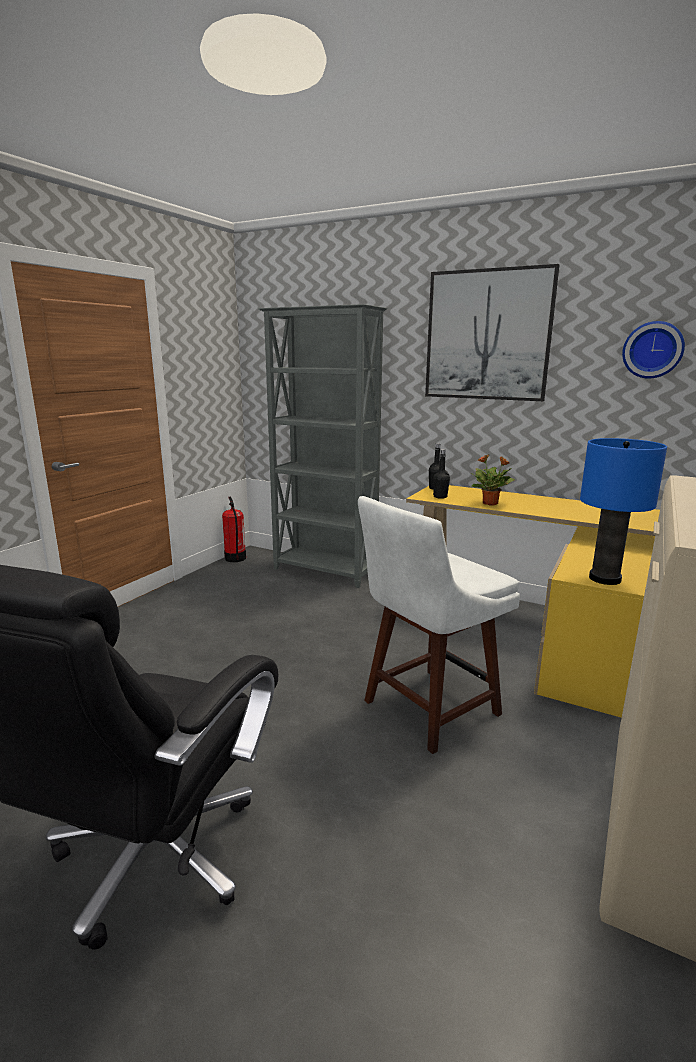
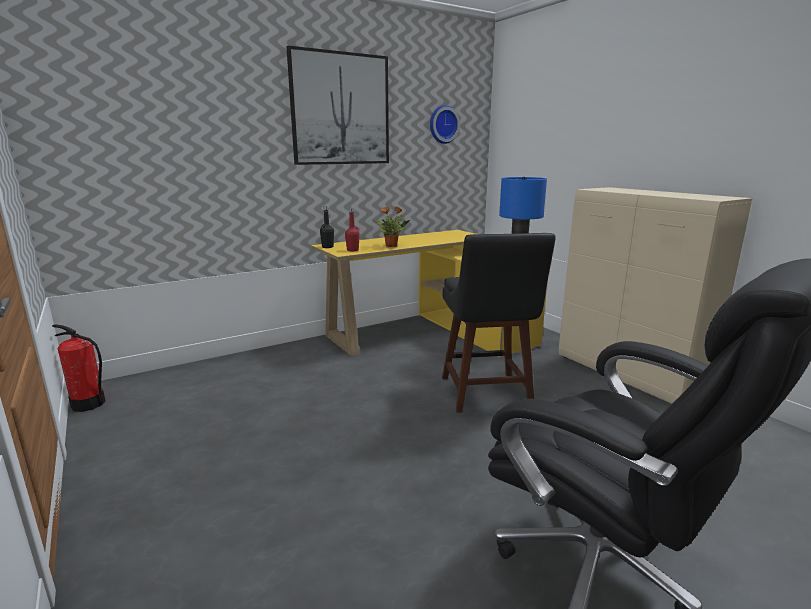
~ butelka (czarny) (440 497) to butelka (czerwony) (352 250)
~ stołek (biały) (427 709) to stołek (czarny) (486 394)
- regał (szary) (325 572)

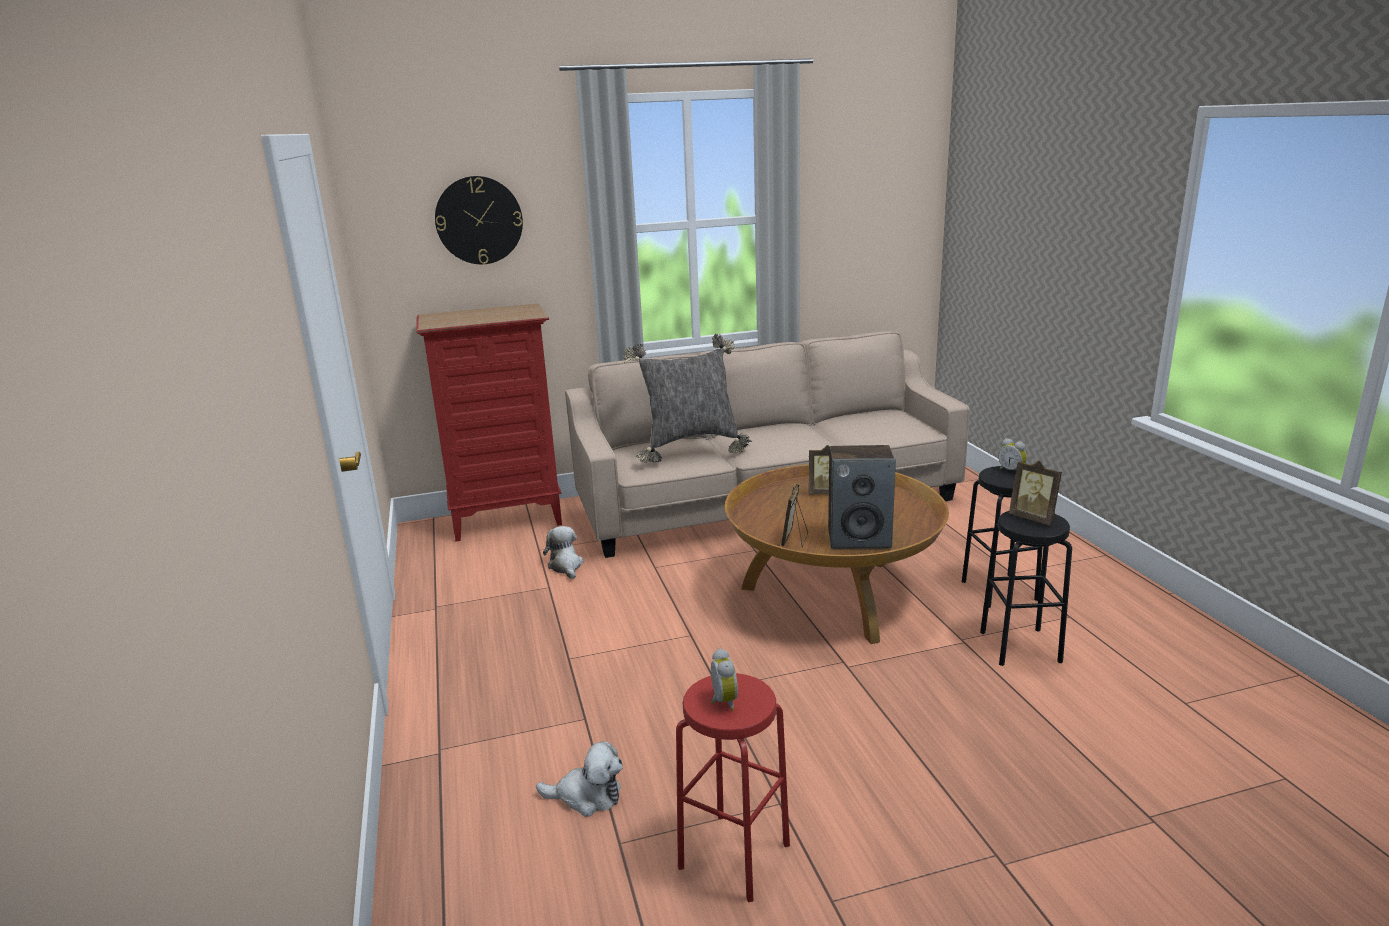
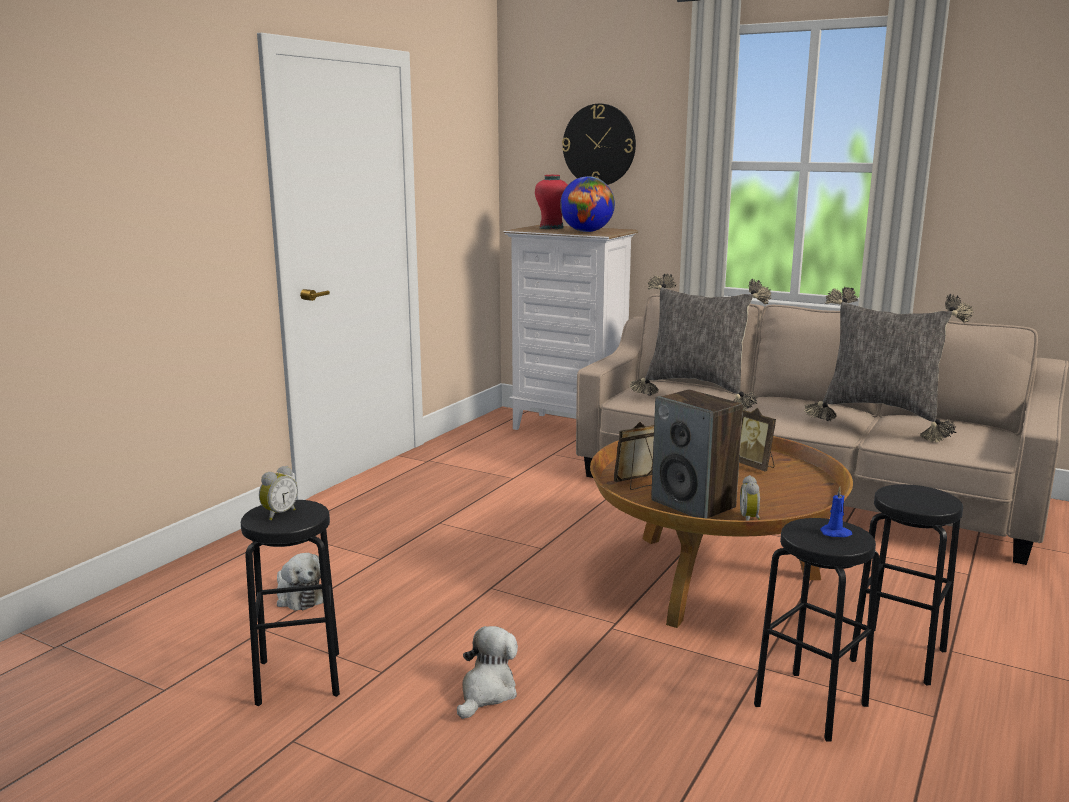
~ stołek (czerwony) (734 855) to stołek (czarny) (299 677)
~ pluszak (566 566) to (487 692)
~ komoda (czerwony) (509 521) to komoda (biały) (570 429)
+ wazon (czerwony) (551 228)
+ globus (586 231)
~ budzik (1011 471) to (750 519)
+ poduszka (880 427)
~ ramka na zdjęcie (1034 518) to świeca (niebieski) (836 533)

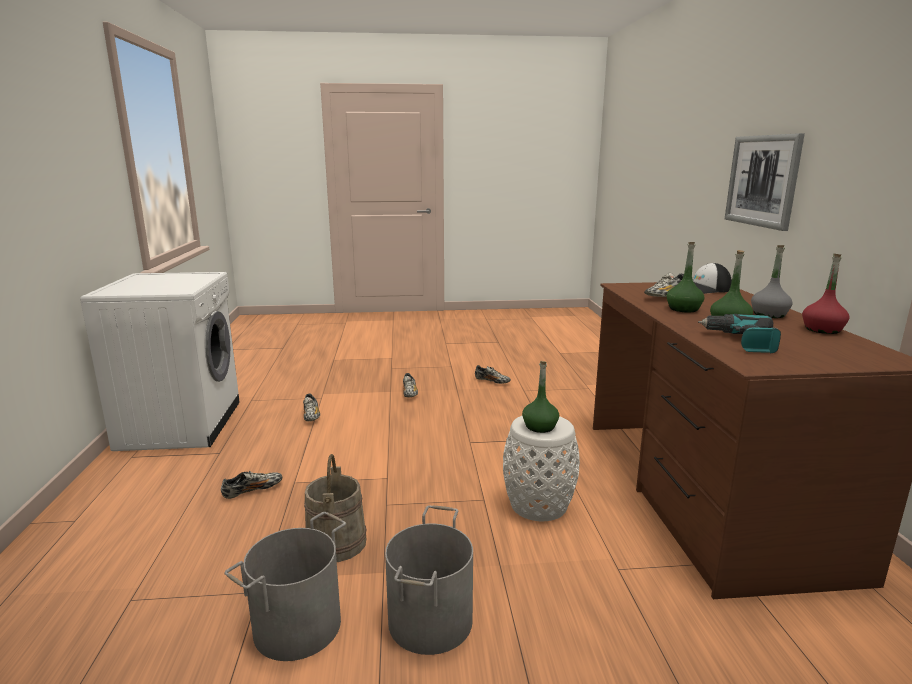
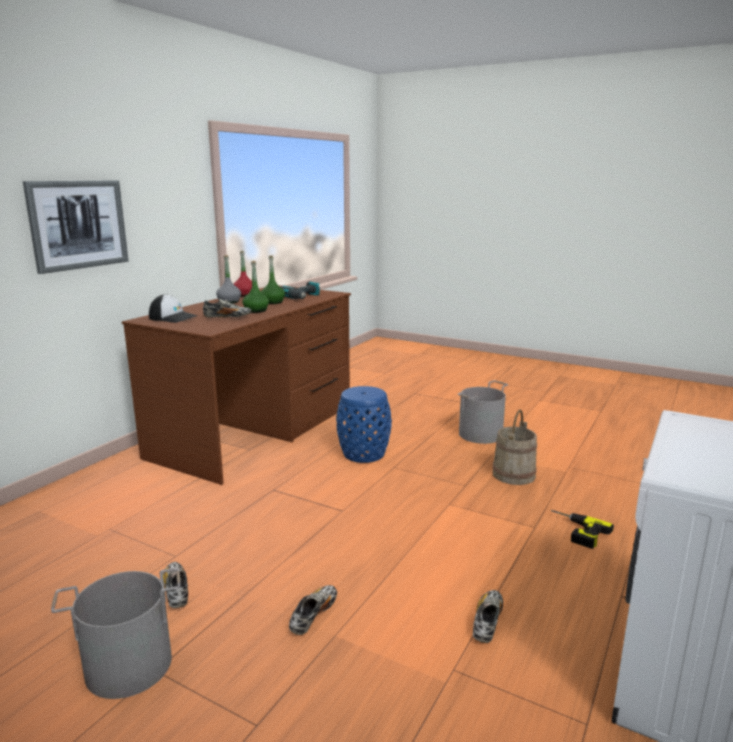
~ wiadro (szary) (296 625) to (129 666)
~ stołek (biały) (538 505) to stołek (niebieski) (363 454)
~ but (253 491) to wiertarka (575 531)
- butelka (zielony) (540 426)

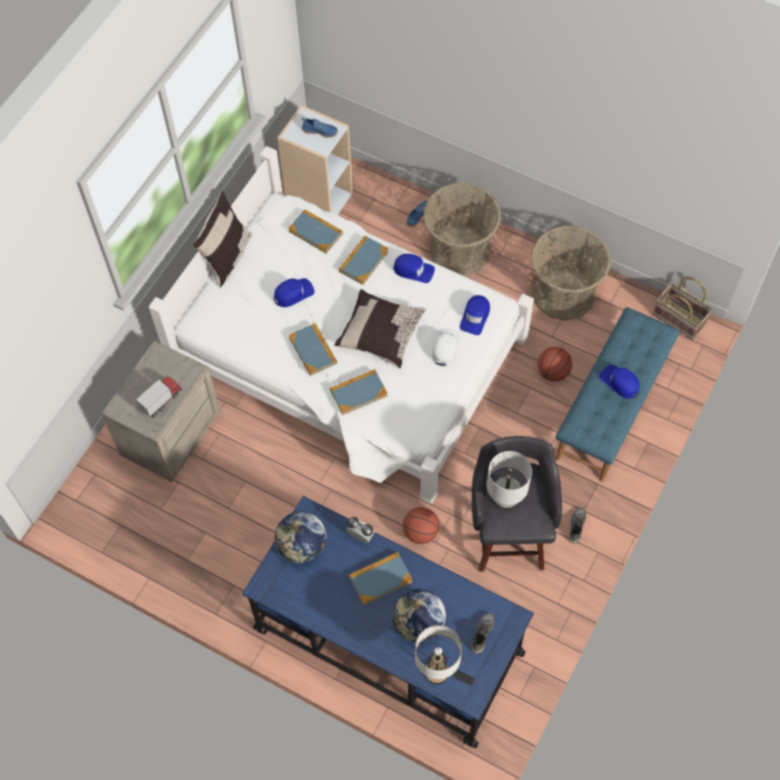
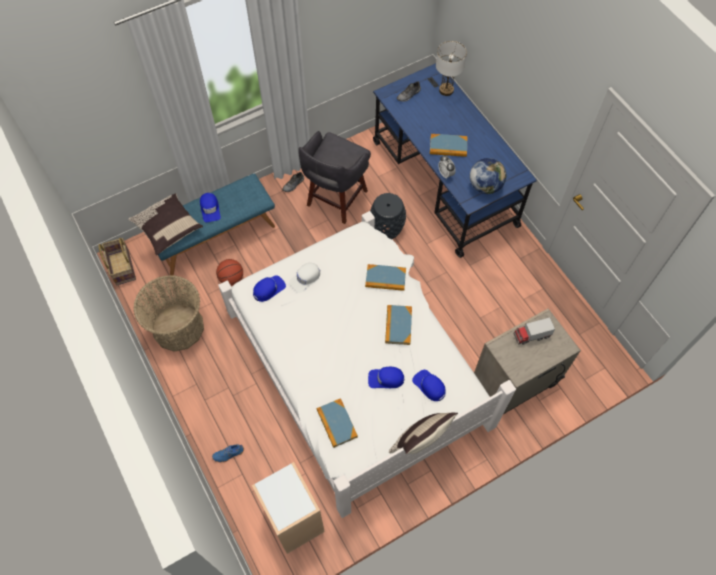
~ poduszka (380 334) to (167 228)
~ piłka do koszykówki (420 532) to stołek (czarny) (386 228)
~ czapka z daszkiem (niebieski) (413 270) to (429 386)
- but (niebieski) (320 131)
- książka (363 261)
- globus (418 624)
- koszyk (459 250)
- lampa stołowa (biały) (505 499)

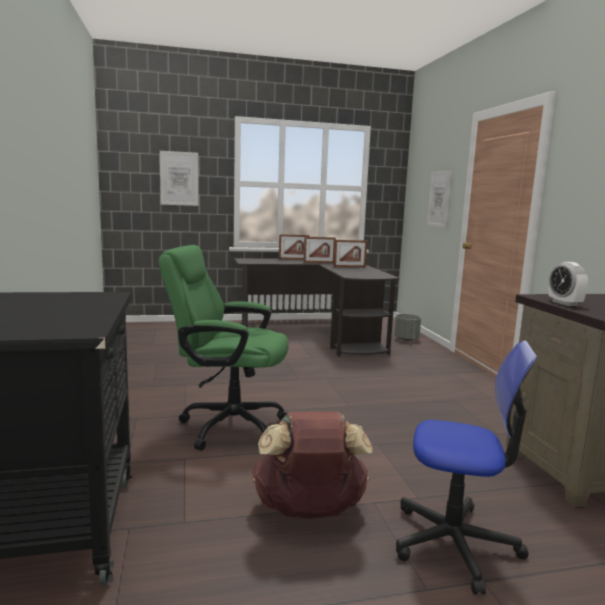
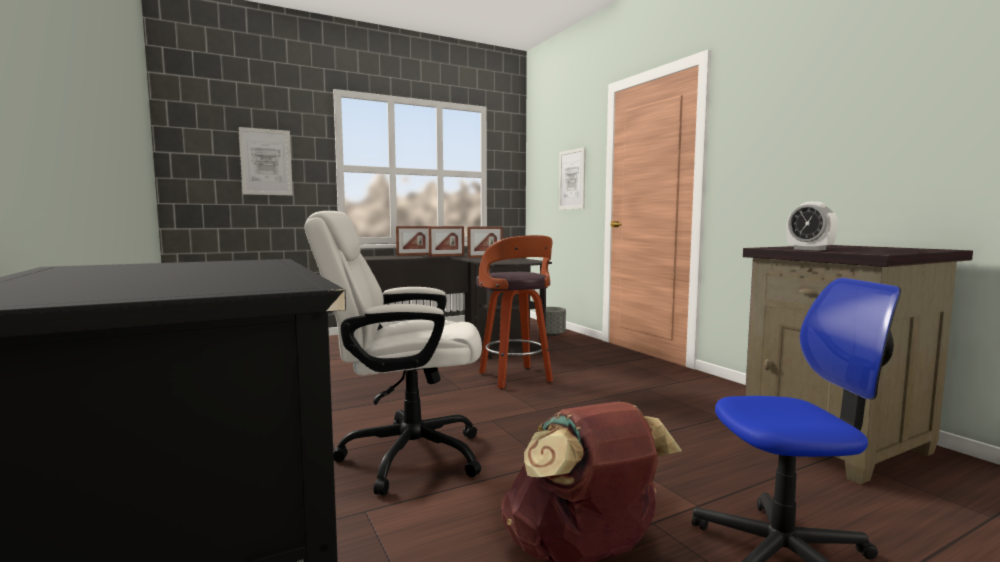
~ krzesło biurowe (zielony) (227 427) to krzesło biurowe (biały) (404 457)
+ stołek (516 378)

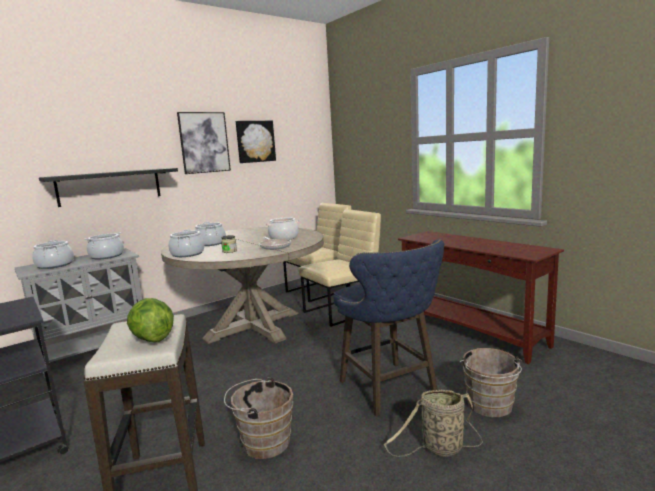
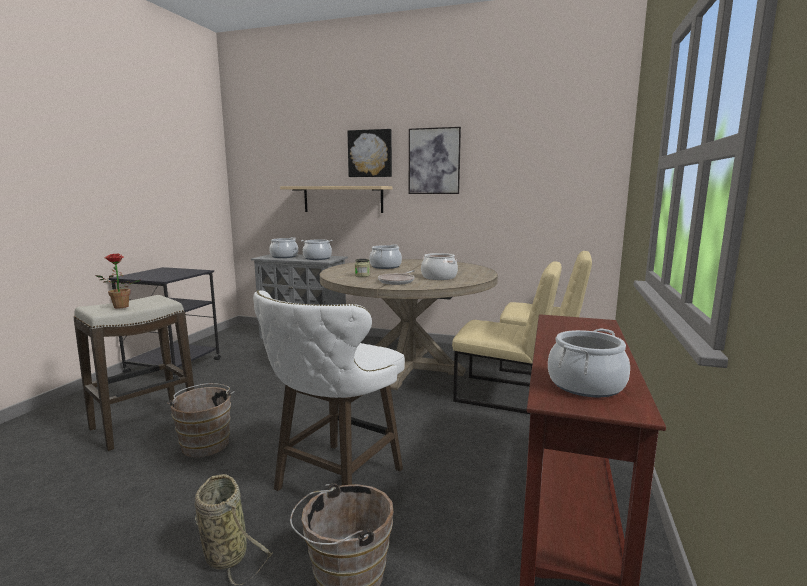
~ sałata (151 339) to roślina doniczkowa (119 307)
~ stołek (niebieski) (390 390) to stołek (biały) (335 482)
~ półka (czarny) (110 186) to półka (beżowy) (343 199)
~ obraz (255 141) to (370 153)
~ garnek (188 254) to (586 385)

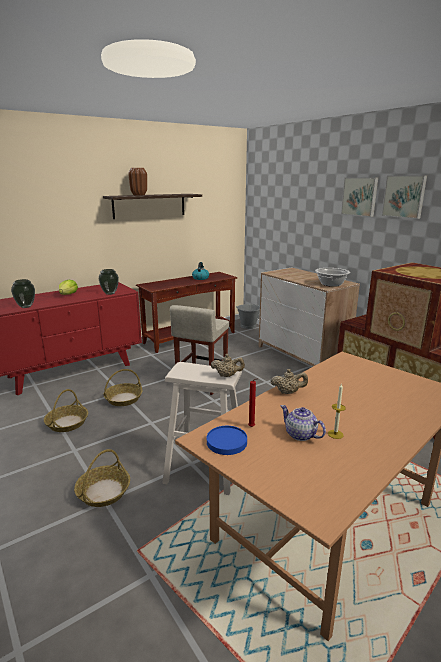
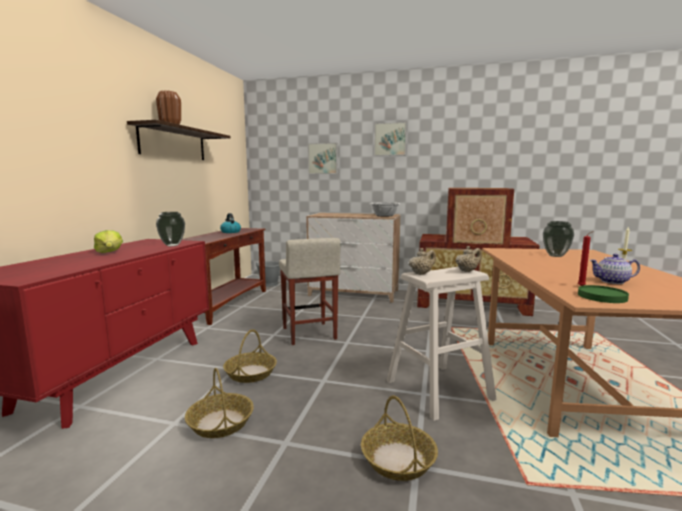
~ obraz (404 196) to (323 158)
~ imbryk (beżowy) (288 392) to (421 273)
~ wazon (25 307) to (556 256)
~ talerz (niebieski) (226 442) to talerz (zielony) (602 297)

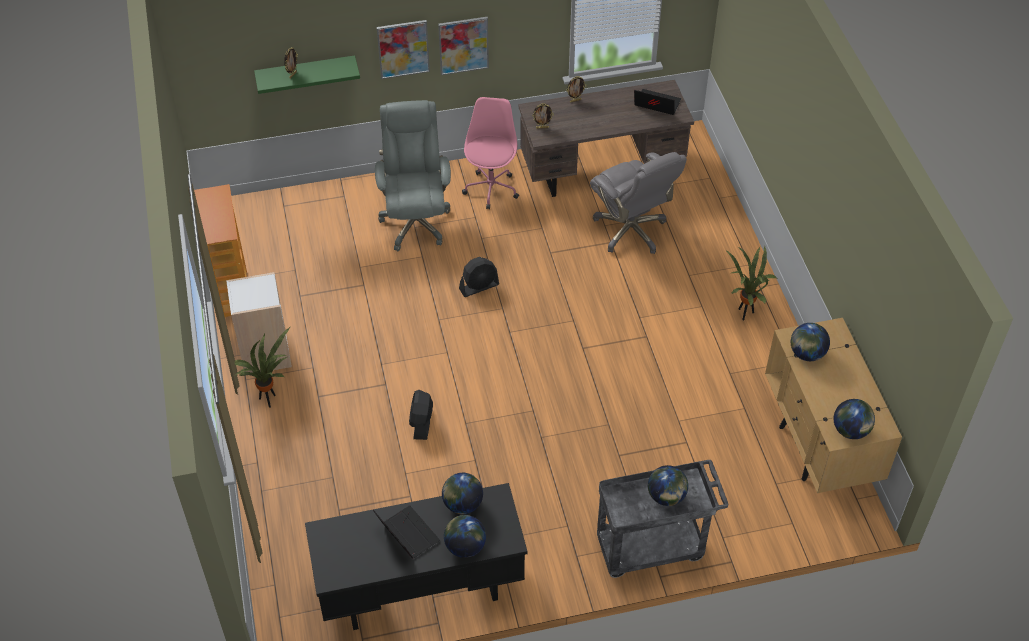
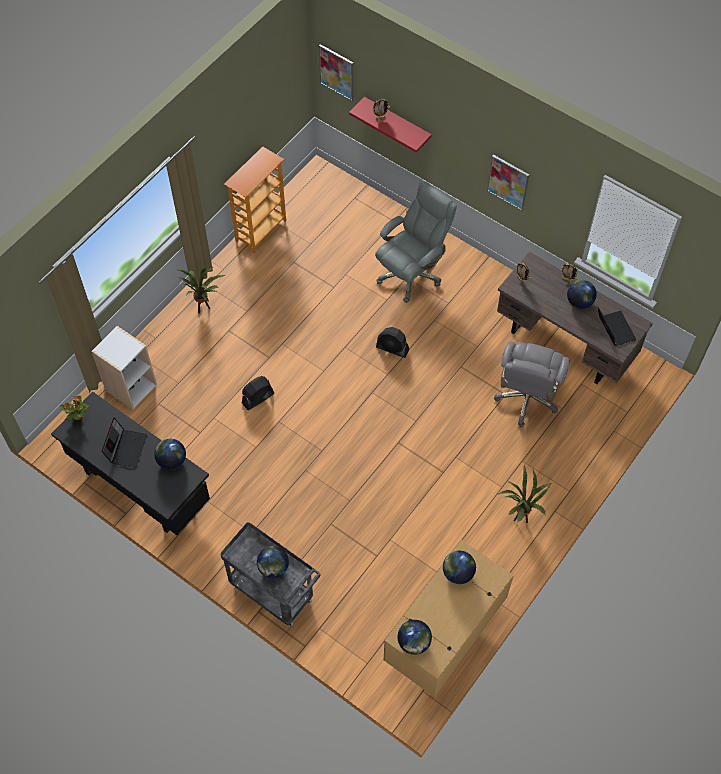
+ roślina doniczkowa (77 416)
~ regał (265 353) to (131 387)
~ obraz (403 49) to (337 72)
~ półka (zielony) (306 73) to półka (czerwony) (397 122)
~ globus (465 547) to (579 302)
- krzesło biurowe (różowy) (491 188)

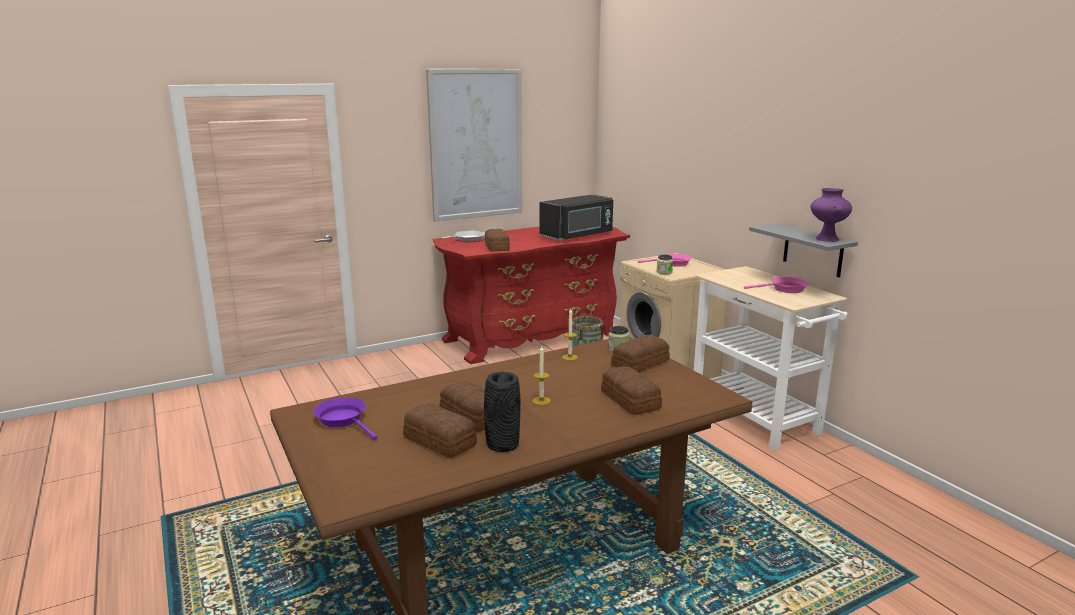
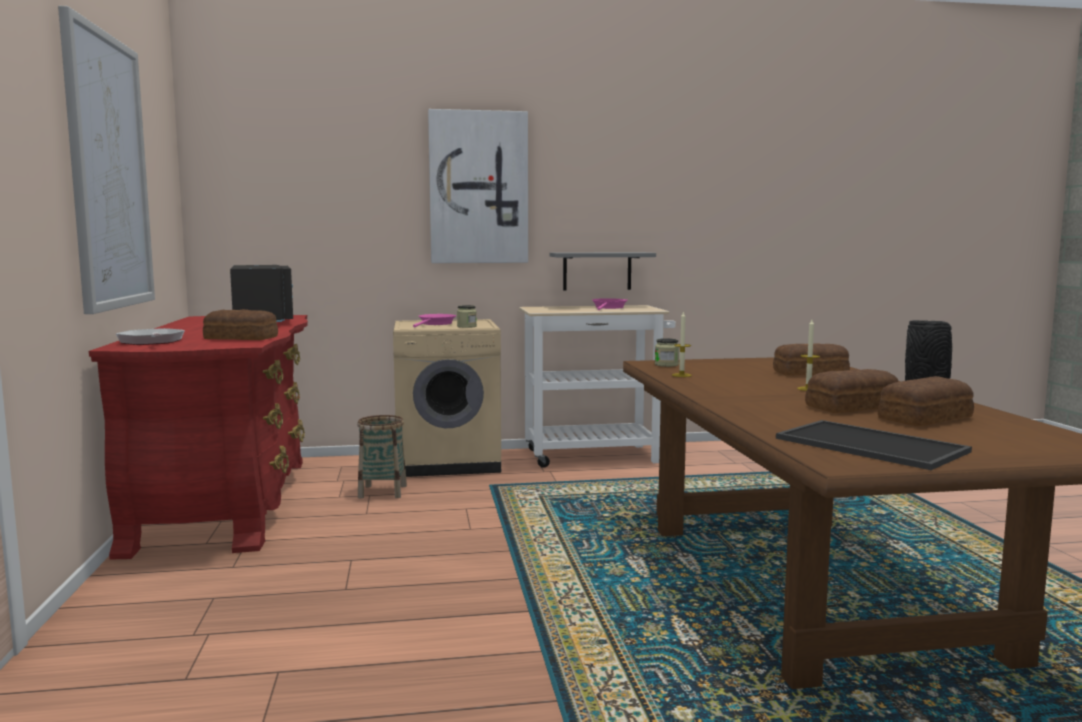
+ obraz (478 187)
~ patelnia (fioletowy) (343 420) to taca (867 445)
- chleb (638 363)
- wazon (fioletowy) (826 239)

